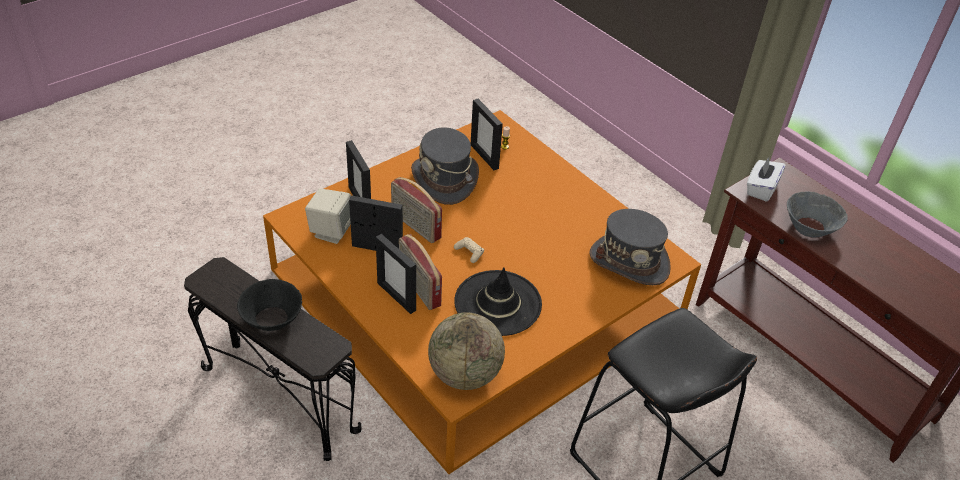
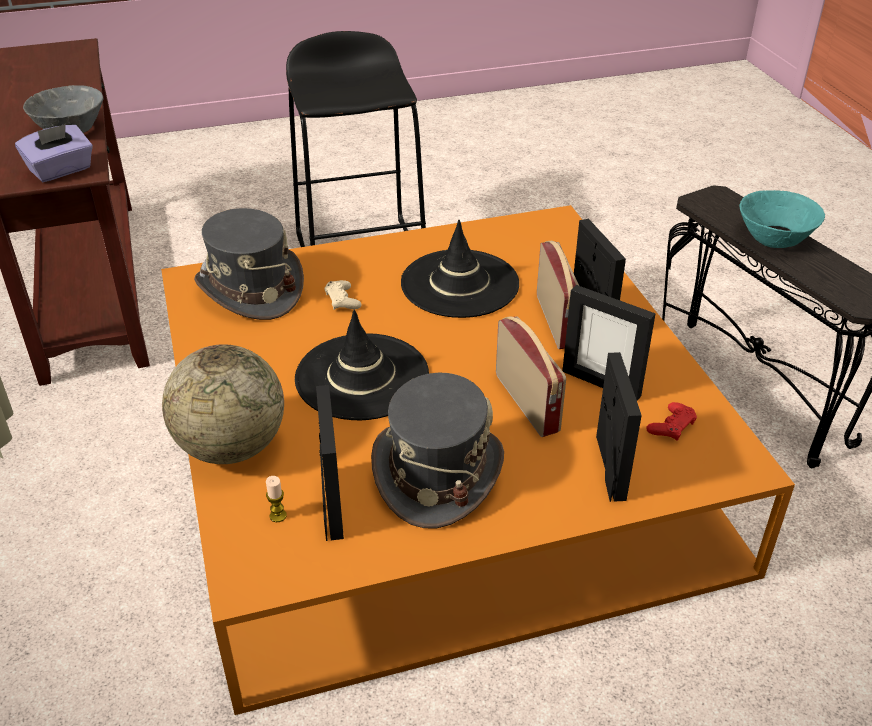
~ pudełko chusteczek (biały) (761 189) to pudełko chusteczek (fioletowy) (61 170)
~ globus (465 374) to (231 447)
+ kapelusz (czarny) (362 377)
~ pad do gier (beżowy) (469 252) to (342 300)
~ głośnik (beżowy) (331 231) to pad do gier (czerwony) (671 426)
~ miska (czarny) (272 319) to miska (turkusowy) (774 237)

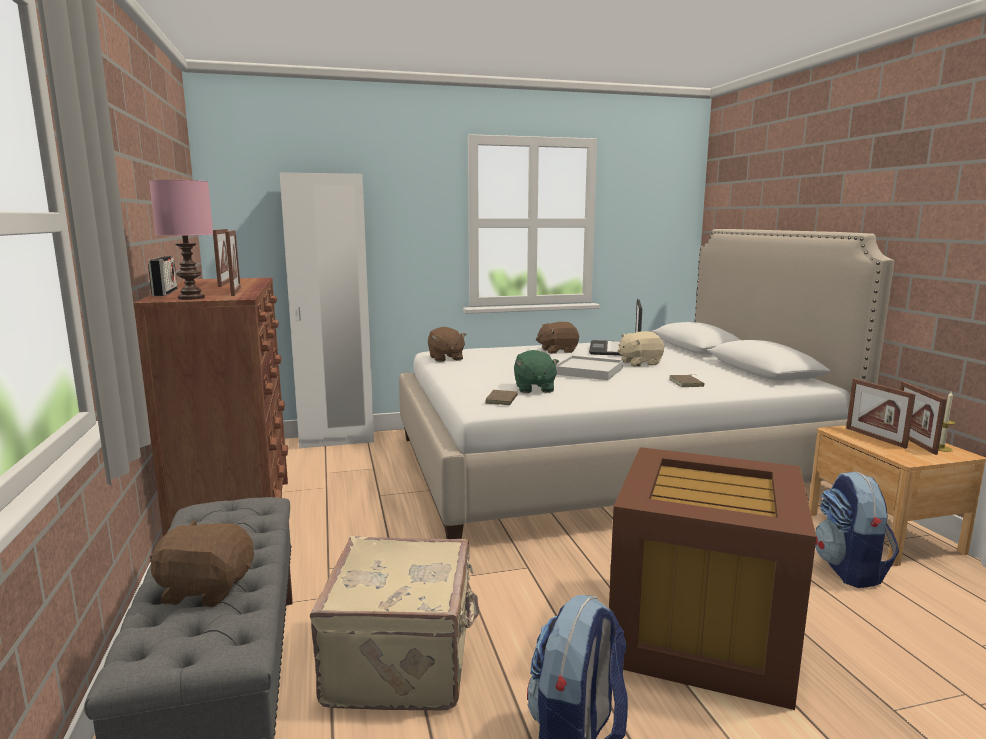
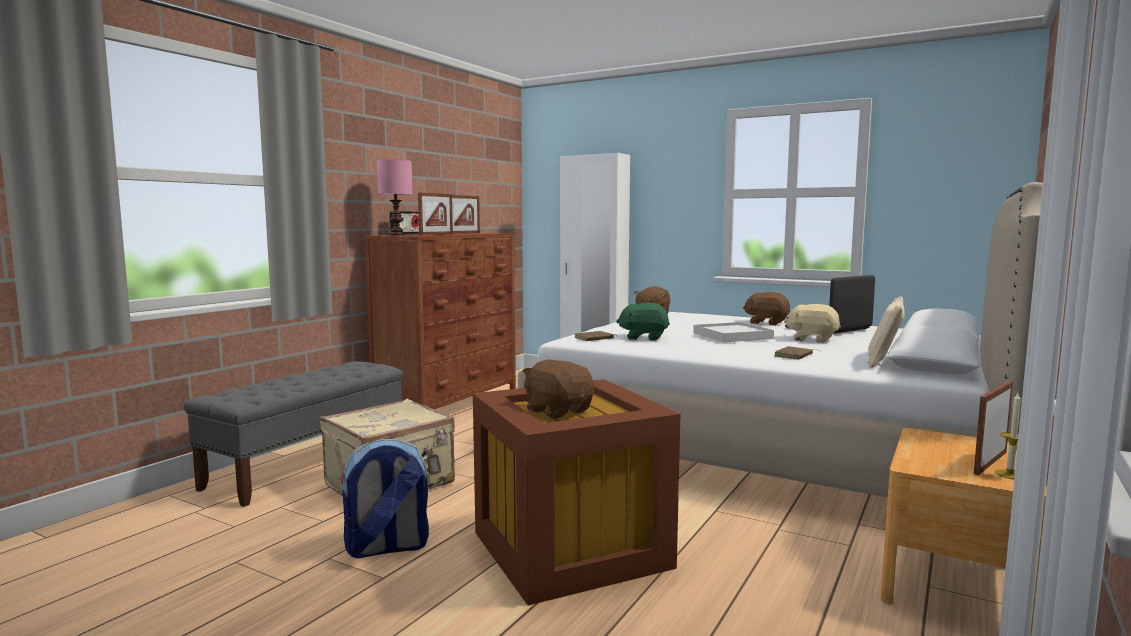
~ pluszak (brązowy) (206 589) to (558 411)
~ pluszak (zielony) (534 388) = (644 337) 60 degrees clockwise
+ poduszka (beżowy) (884 360)
- plecak (849 570)
- ramka na zdjęcie (875 437)

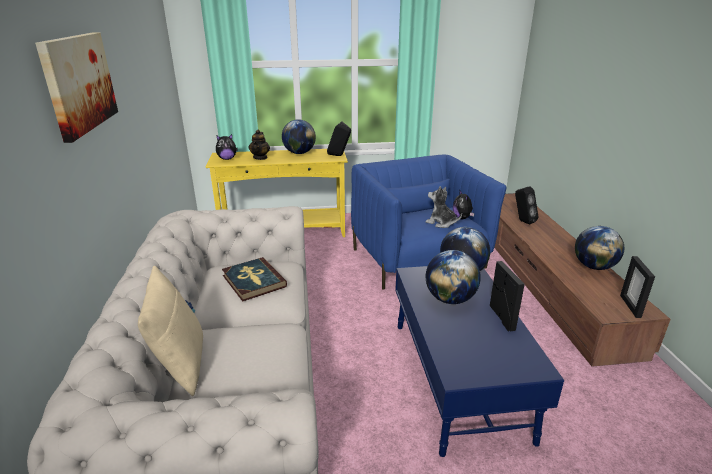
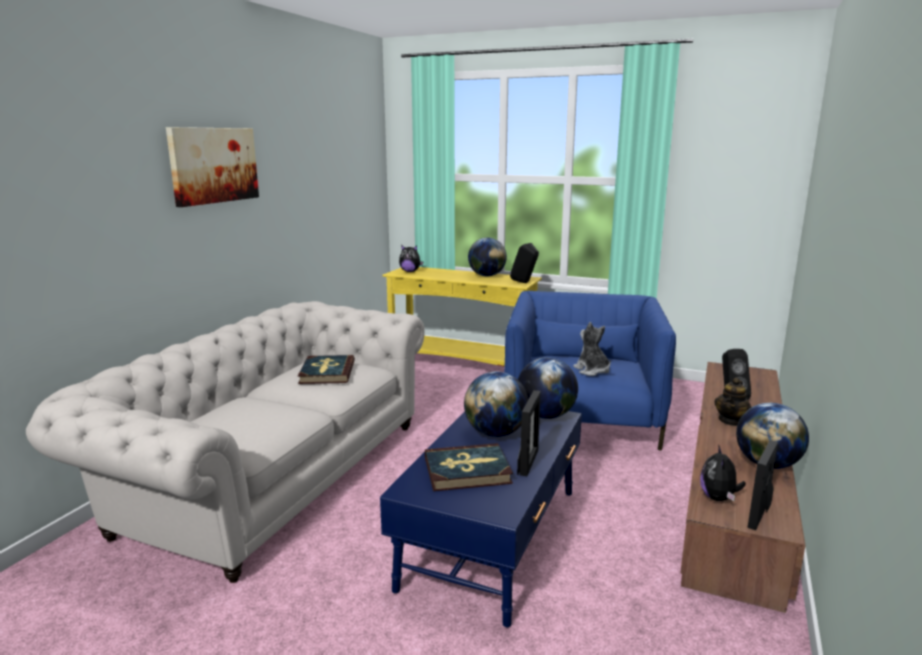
+ książka (467 471)
~ pluszak (462 218) to (718 498)
~ imbryk (260 157) to (731 421)
- poduszka (beżowy) (181 365)

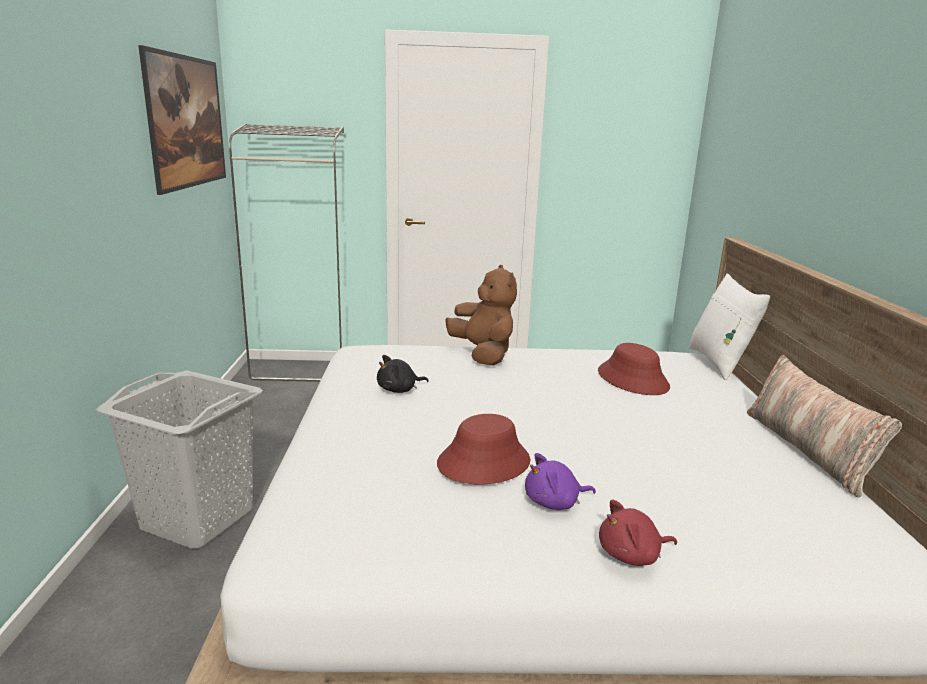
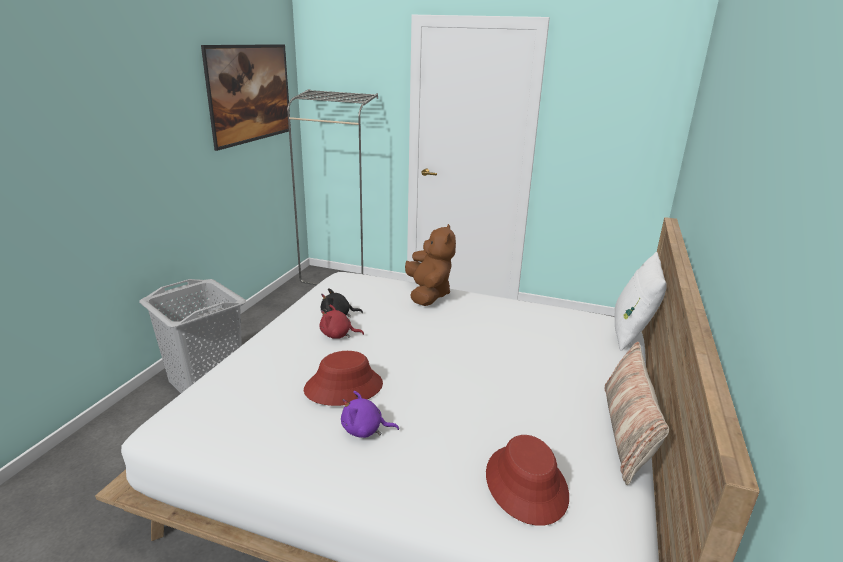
~ pluszak (czerwony) (632 555) to (338 335)
~ kapelusz (czerwony) (633 379) to (526 484)

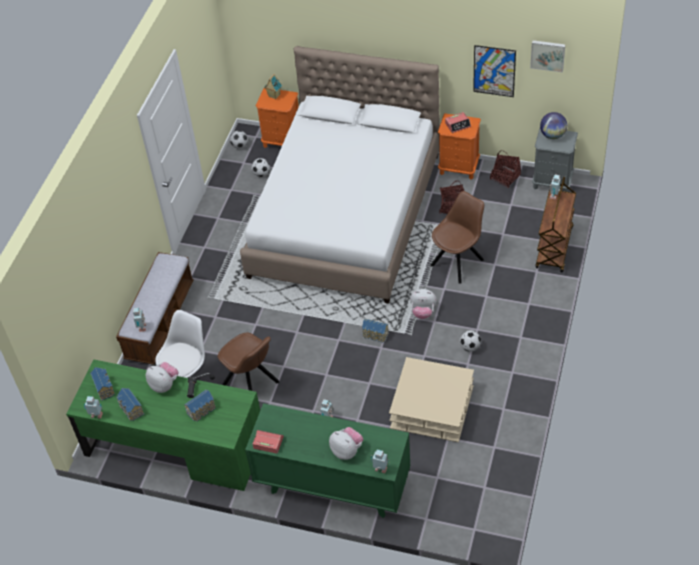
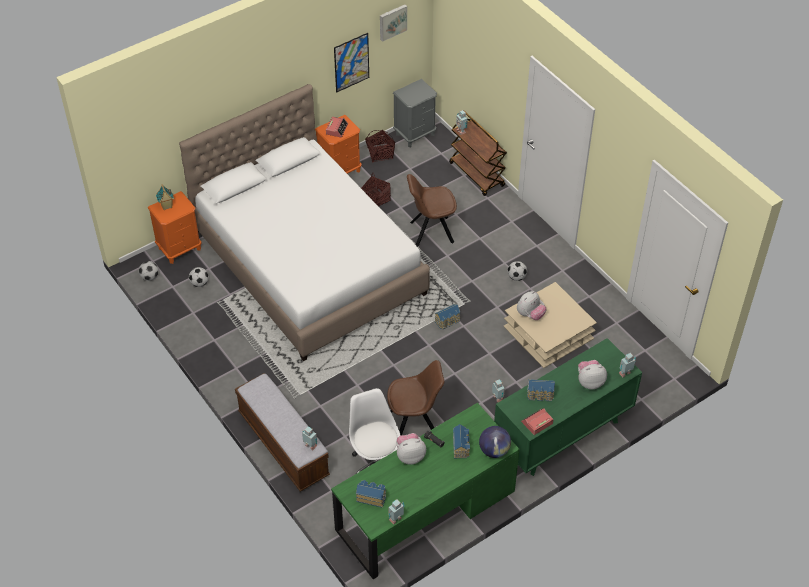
~ krzesło (brązowy) (457 262) = (431 232) 90 degrees counterclockwise
~ globus (552 135) to (494 450)
~ pluszak (423 312) to (530 315)
~ domek (131 409) to (540 395)

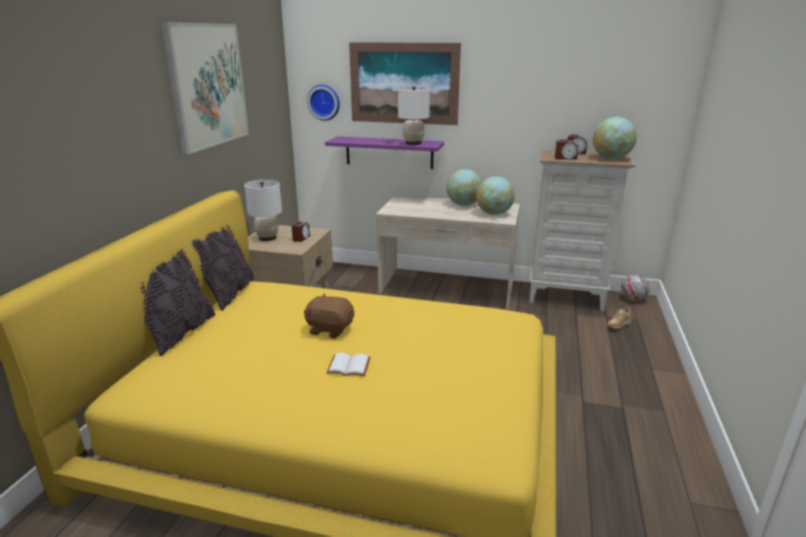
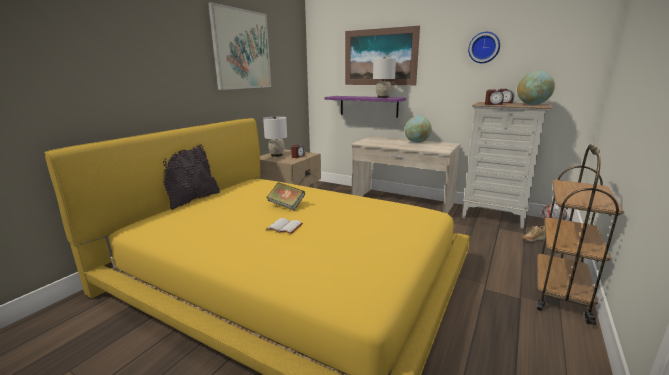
~ pluszak (brązowy) (330 329) to książka (286 205)
~ zegar ścienny (324 102) to (484 47)
+ wózek (brązowy) (561 292)
- poduszka (czarny) (228 293)
- globus (493 213)

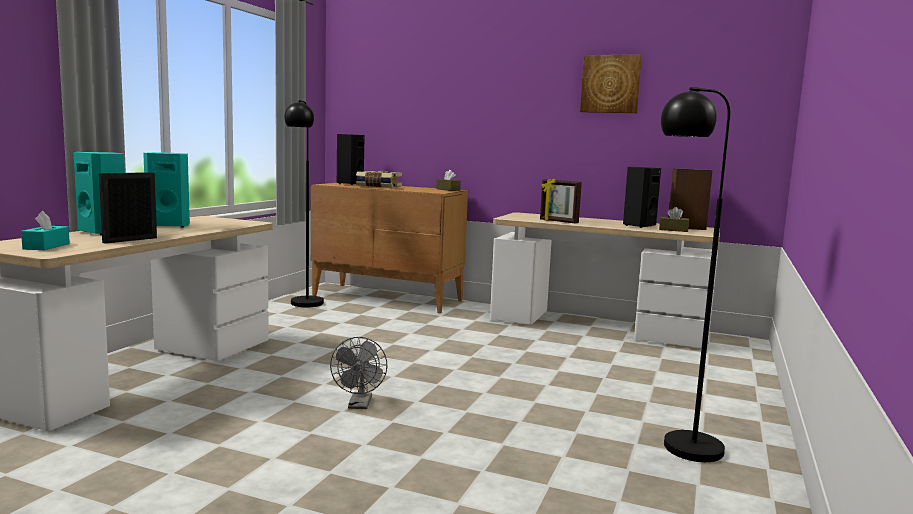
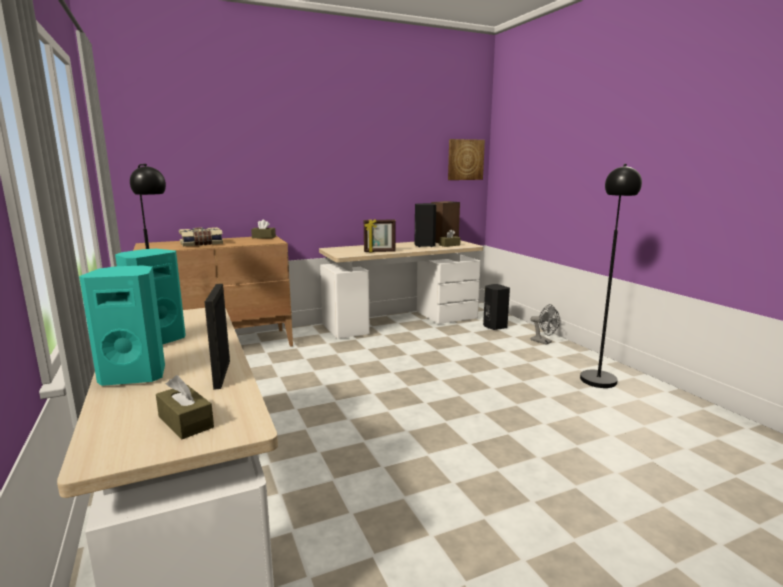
~ pudełko chusteczek (turkusowy) (46 246) to pudełko chusteczek (brązowy) (185 422)
~ obraz (610 84) to (465 159)
~ głośnik (czarny) (349 184) to (494 327)
~ wentylator (szary) (359 405) to (544 342)

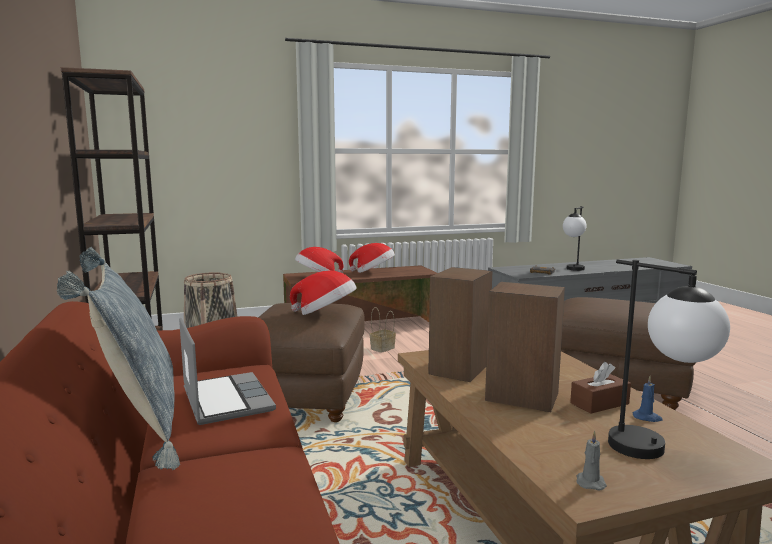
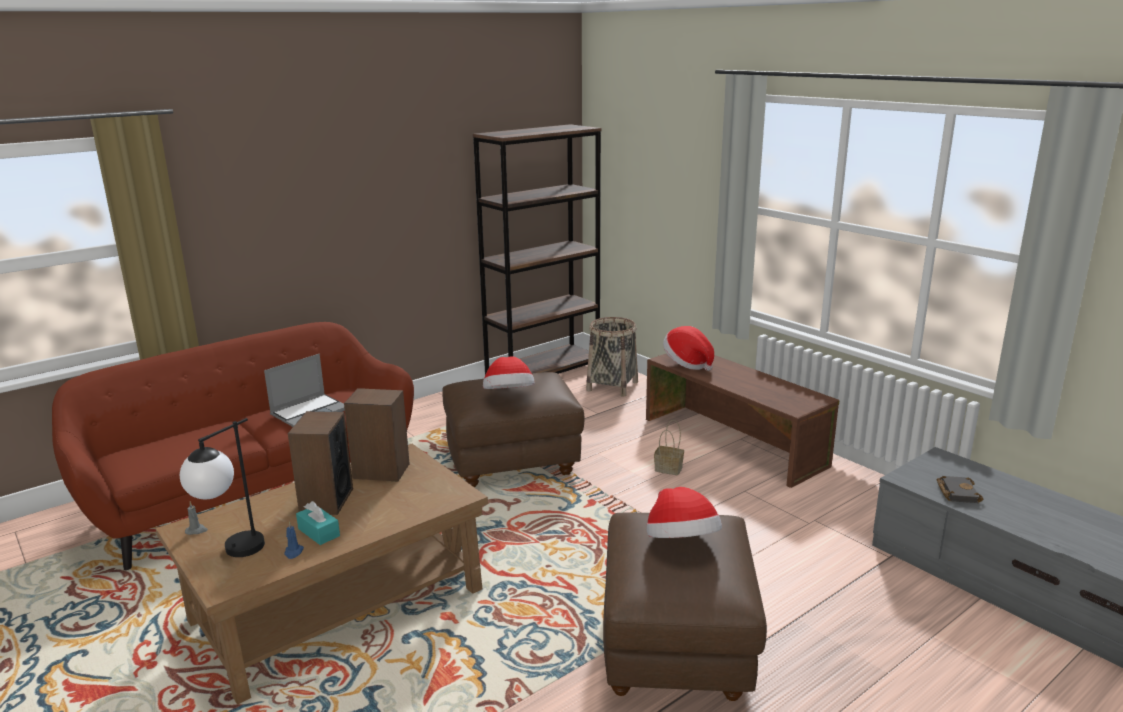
~ pudełko chusteczek (brązowy) (599 403) to pudełko chusteczek (turkusowy) (319 532)
~ kapelusz (373 272) to (681 543)
- poduszka (134 442)
- lampa stołowa (573 270)

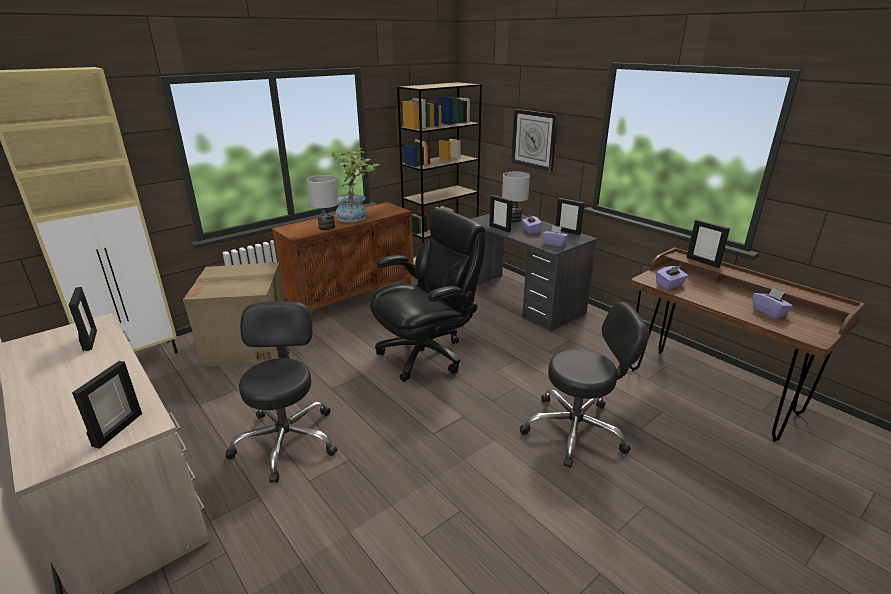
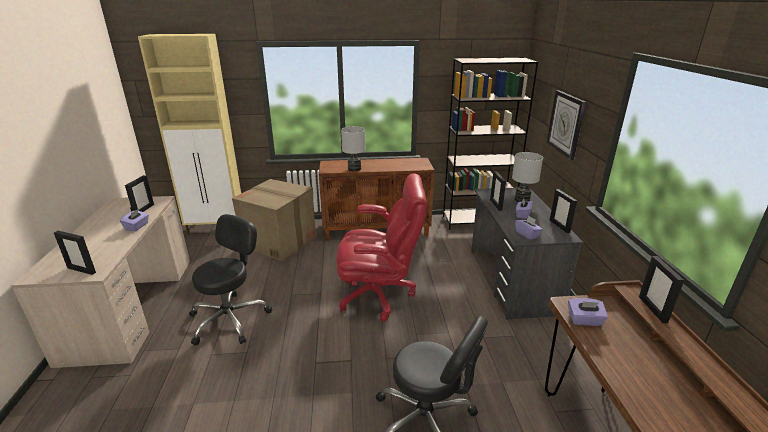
~ ramka na zdjęcie (118 429) = (82 270) 60 degrees clockwise
~ pudełko chusteczek (fioletowy) (769 312) to (137 226)
~ krzesło biurowe (czarny) (426 354) to krzesło biurowe (czerwony) (380 296)
- roślina doniczkowa (356 217)

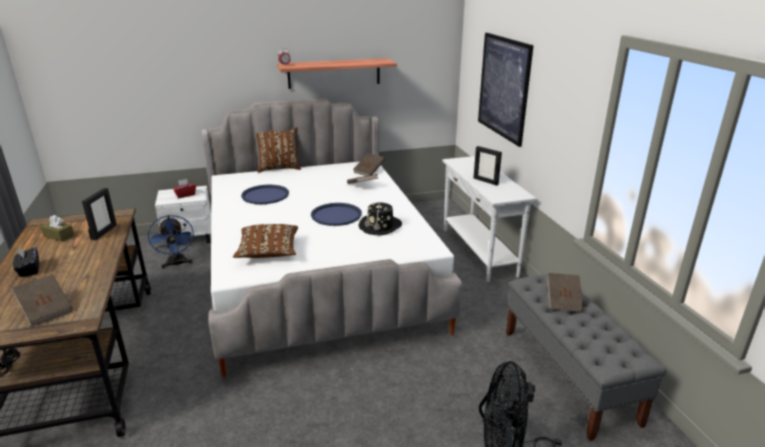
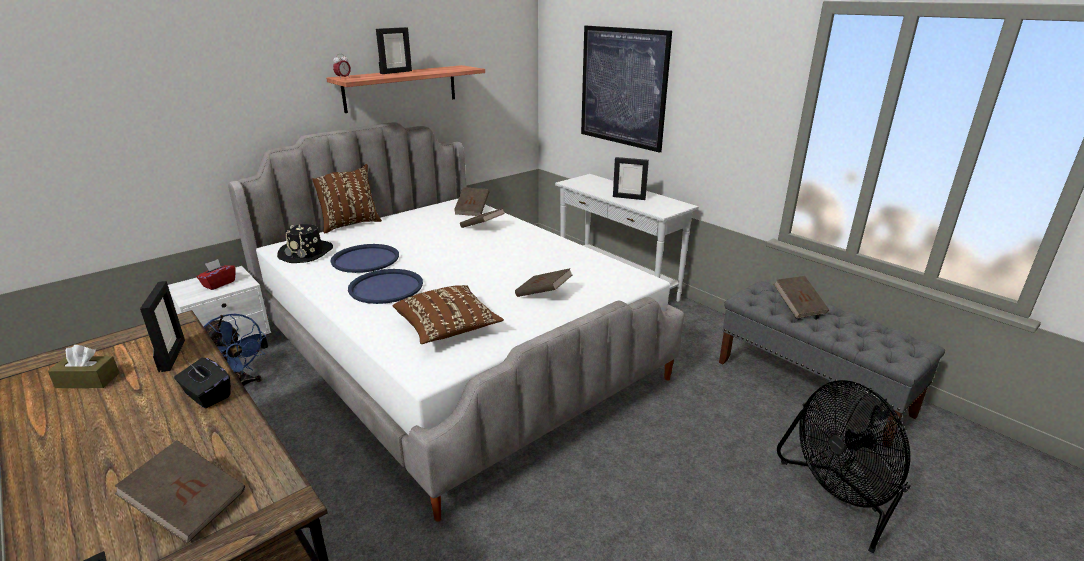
~ pudełko chusteczek (czarny) (29 270) to (207 395)
~ kapelusz (czarny) (380 226) to (306 253)
~ taca (niebieski) (336 215) to (386 287)
+ ramka na zdjęcie (396 72)
+ książka (brązowy) (543 294)

